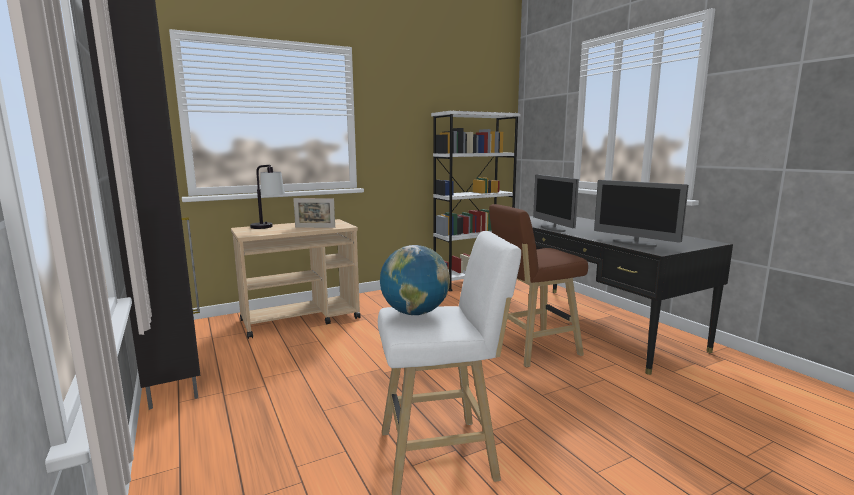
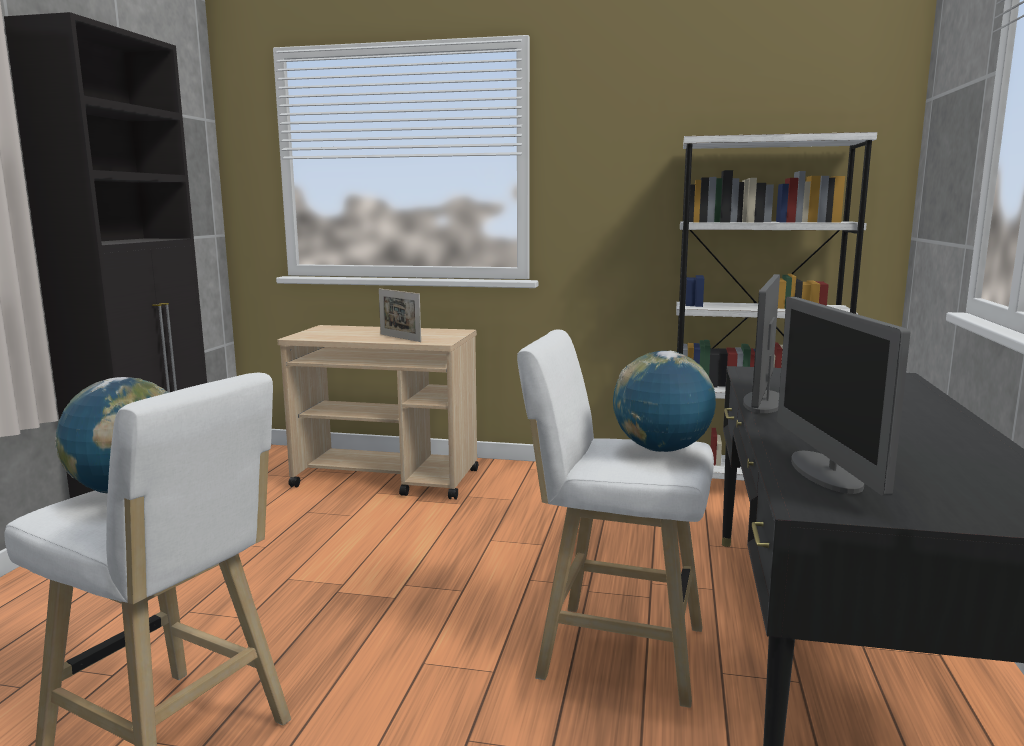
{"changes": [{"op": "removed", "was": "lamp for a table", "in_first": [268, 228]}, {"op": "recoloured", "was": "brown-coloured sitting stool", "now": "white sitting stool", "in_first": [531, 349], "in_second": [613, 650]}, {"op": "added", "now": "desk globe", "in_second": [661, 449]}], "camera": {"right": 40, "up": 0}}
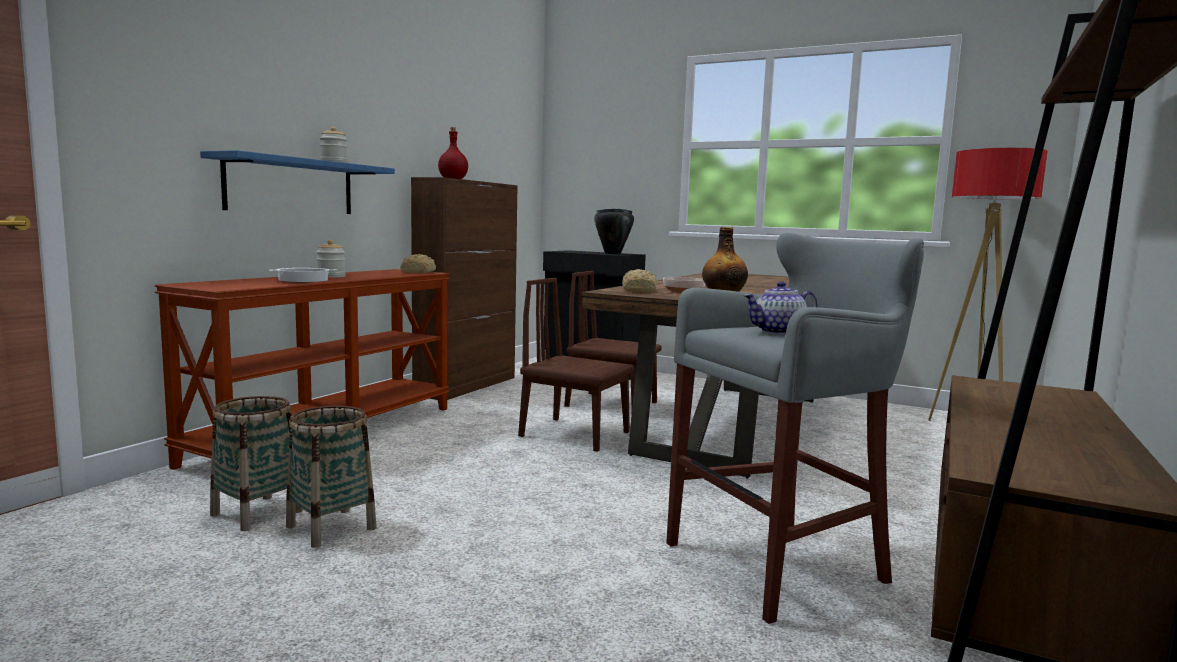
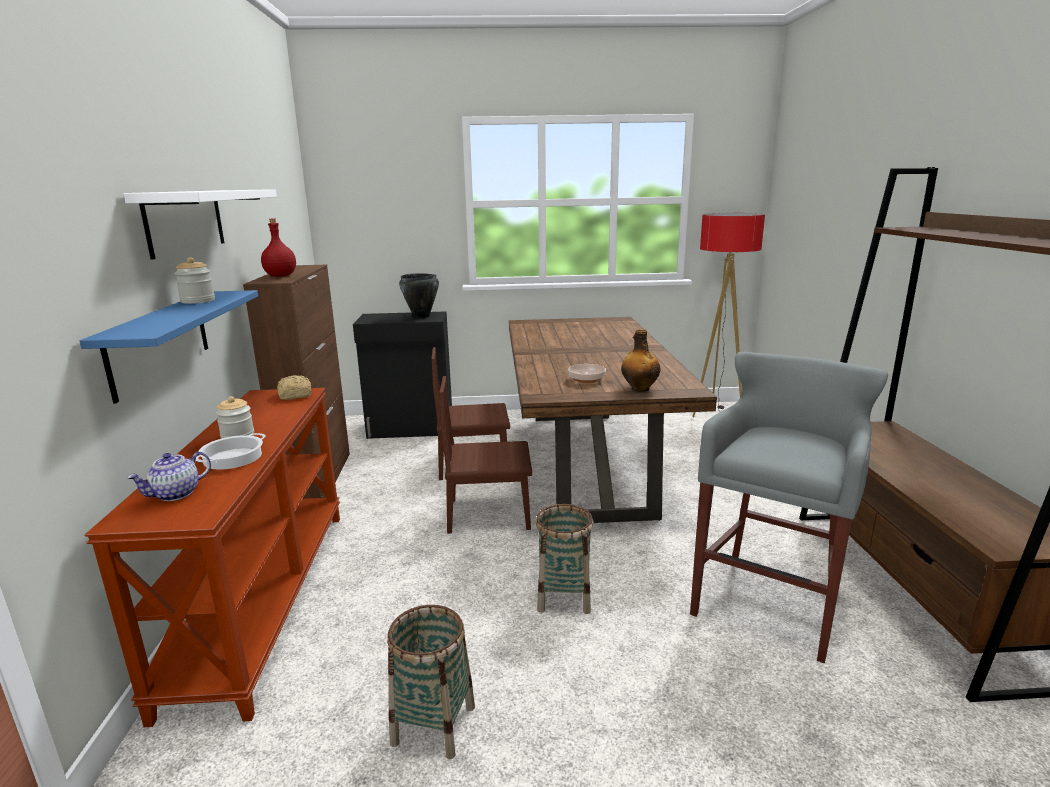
{"changes": [{"op": "moved", "was": "storage basket", "in_first": [257, 513], "in_second": [564, 596]}, {"op": "removed", "was": "bread", "in_first": [639, 290]}, {"op": "moved", "was": "pot for tea", "in_first": [778, 331], "in_second": [175, 494]}, {"op": "added", "now": "white shelf", "in_second": [185, 221]}], "camera": {"right": -30, "up": 10}}
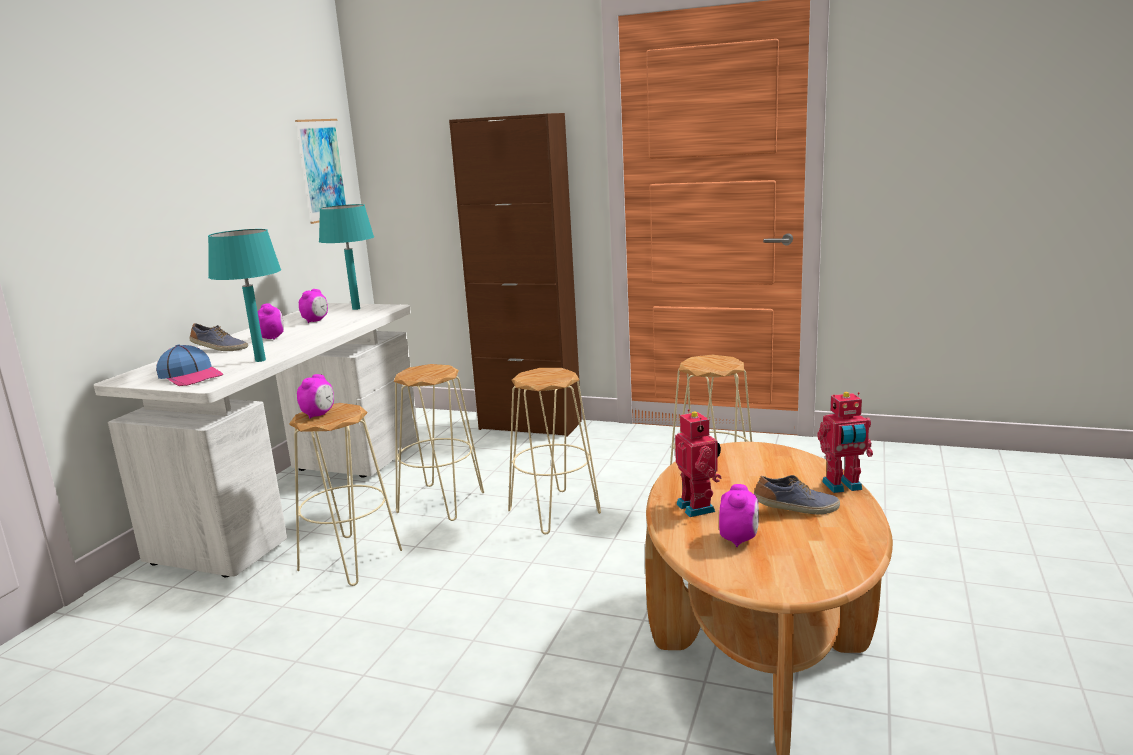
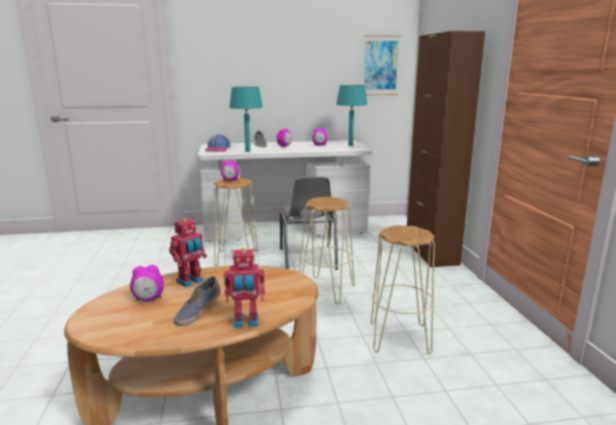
{"changes": [{"op": "replaced", "was": "beige sitting stool", "now": "greyish upright chair", "in_first": [440, 503], "in_second": [308, 259]}, {"op": "turned", "was": "shoe", "in_first": [796, 510], "in_second": [197, 311], "clockwise": 60}, {"op": "turned", "was": "toy robot", "in_first": [843, 487], "in_second": [246, 322], "clockwise": -60}], "camera": {"right": 60, "up": 0}}
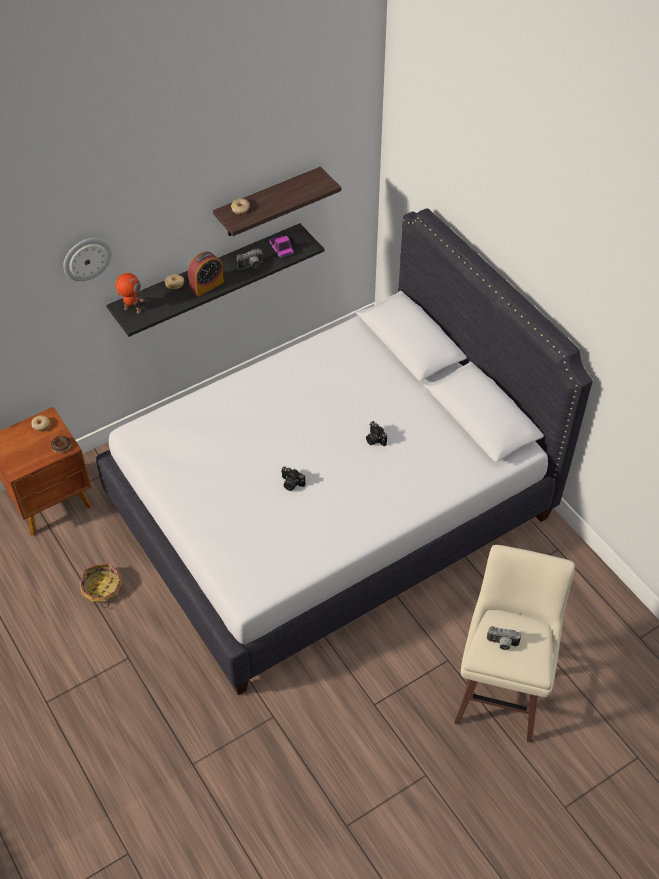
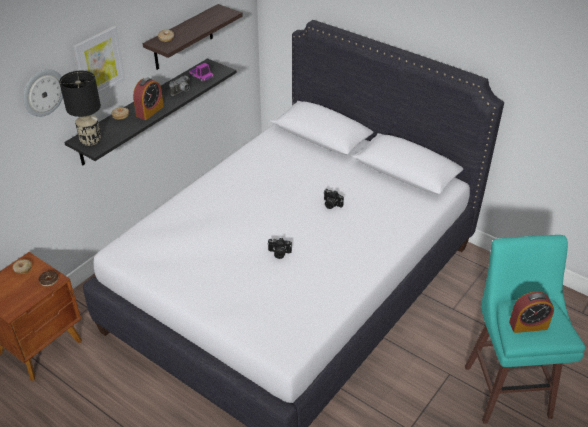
{"changes": [{"op": "removed", "was": "storage basket", "in_first": [102, 588]}, {"op": "replaced", "was": "toy robot", "now": "black-coloured lamp for a table", "in_first": [132, 310], "in_second": [90, 141]}, {"op": "recoloured", "was": "beige sitting stool", "now": "turquoise-coloured sitting stool", "in_first": [500, 695], "in_second": [507, 389]}, {"op": "replaced", "was": "photo camera", "now": "bedside clock", "in_first": [502, 644], "in_second": [528, 325]}, {"op": "added", "now": "wall picture", "in_second": [98, 62]}], "camera": {"right": -20, "up": -10}}
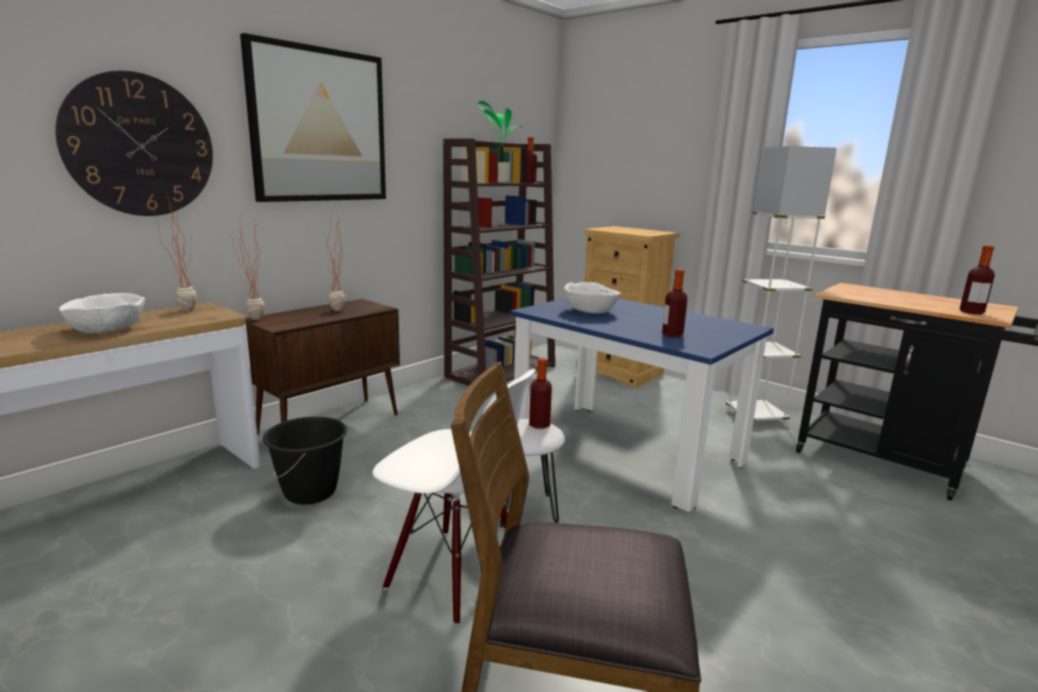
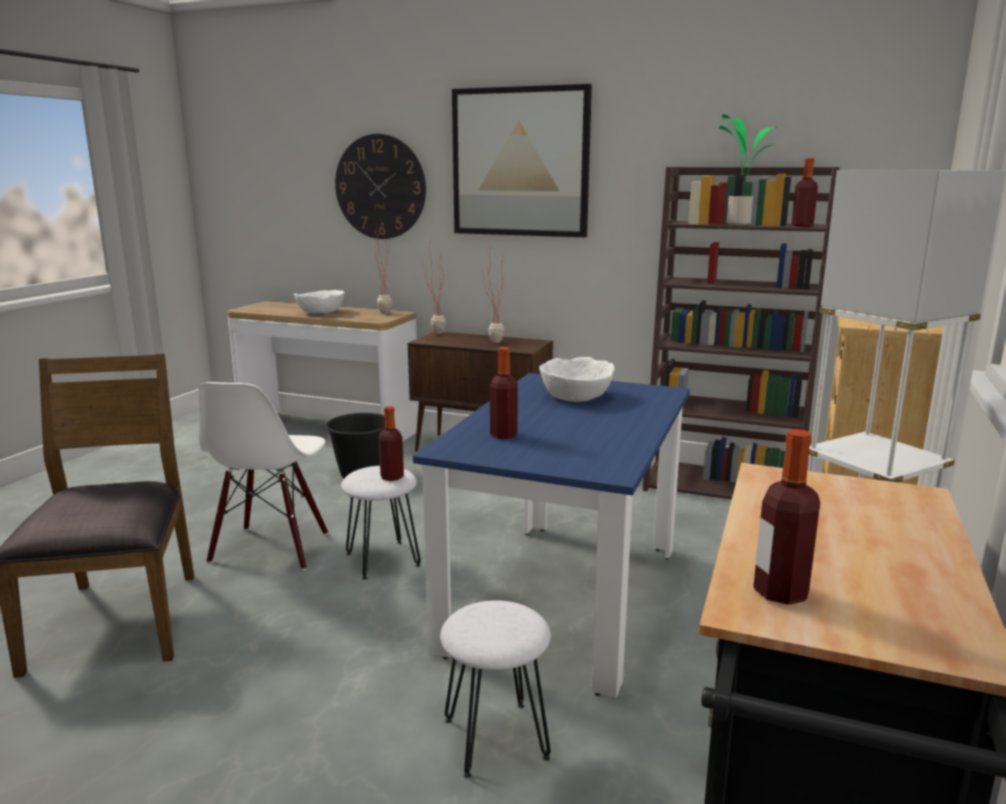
{"changes": [{"op": "added", "now": "white sitting stool", "in_second": [494, 738]}], "camera": {"right": 70, "up": 0}}
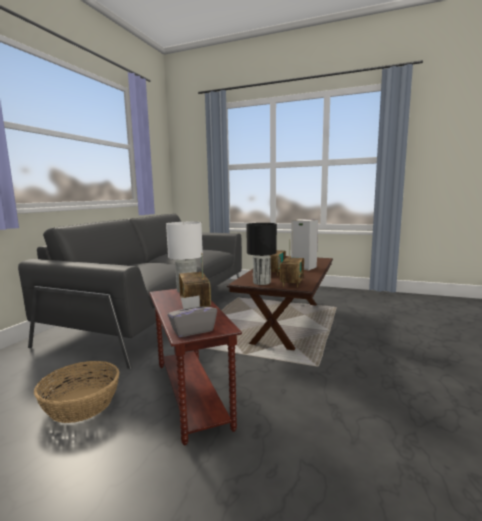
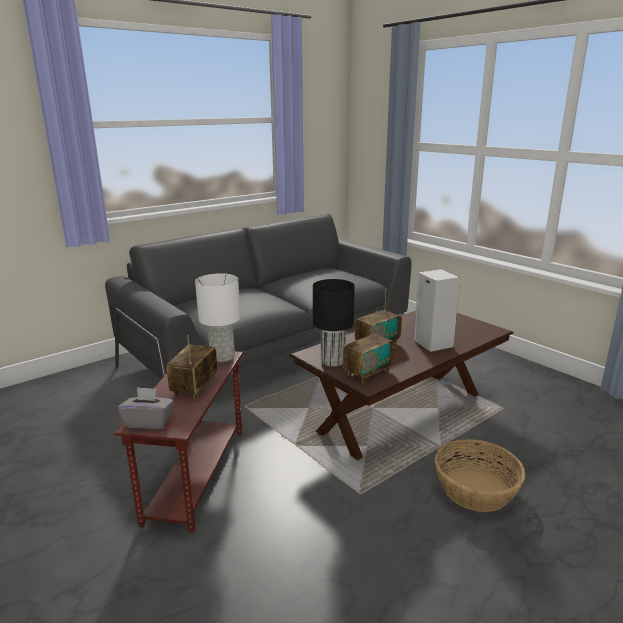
{"changes": [{"op": "moved", "was": "storage basket", "in_first": [82, 404], "in_second": [476, 490]}], "camera": {"right": 30, "up": 10}}
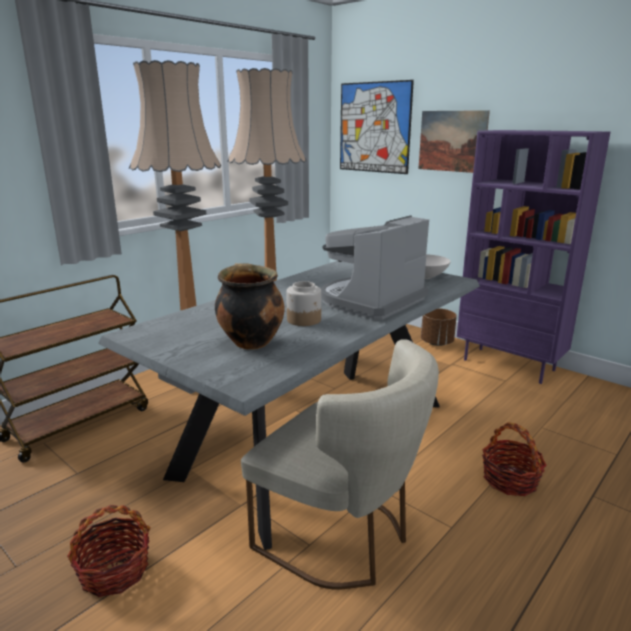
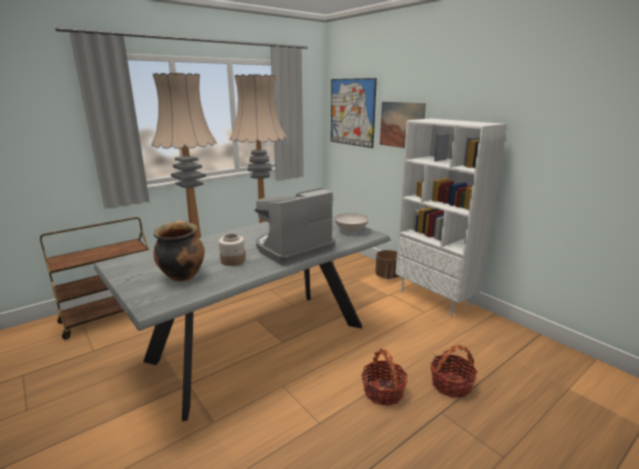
{"changes": [{"op": "moved", "was": "storage basket", "in_first": [114, 571], "in_second": [451, 384]}, {"op": "removed", "was": "beige upright chair", "in_first": [342, 538]}, {"op": "recoloured", "was": "purple-coloured bookcase", "now": "white bookcase", "in_first": [509, 365], "in_second": [434, 299]}], "camera": {"right": 10, "up": 0}}
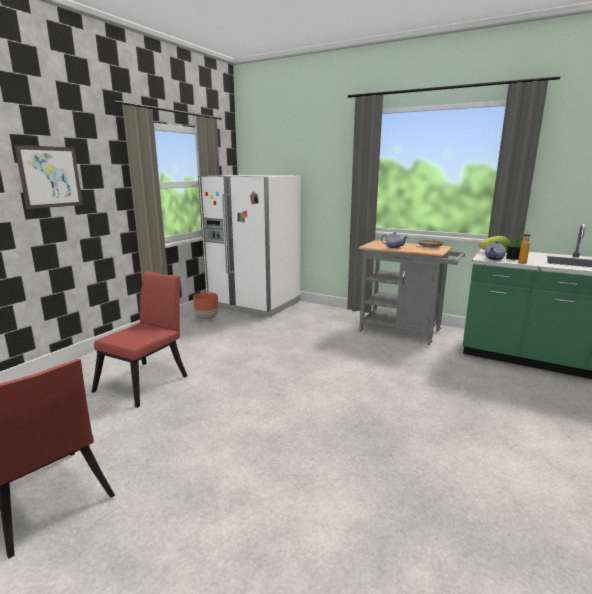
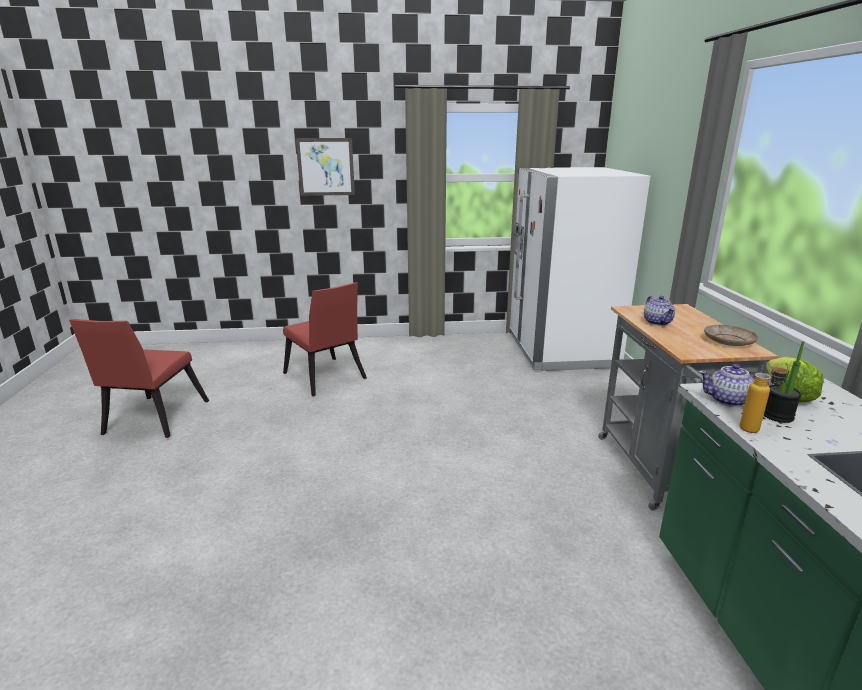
{"changes": [{"op": "turned", "was": "reddish upright chair", "in_first": [147, 381], "in_second": [326, 378], "clockwise": 60}, {"op": "removed", "was": "brown-coloured flower pot", "in_first": [206, 318]}], "camera": {"right": 55, "up": 5}}
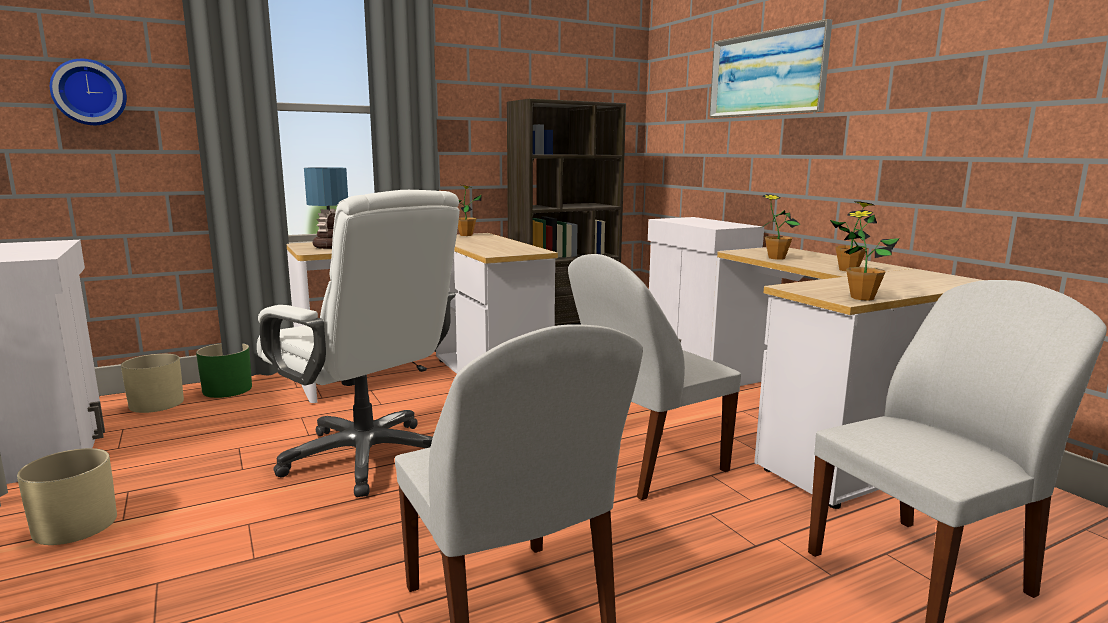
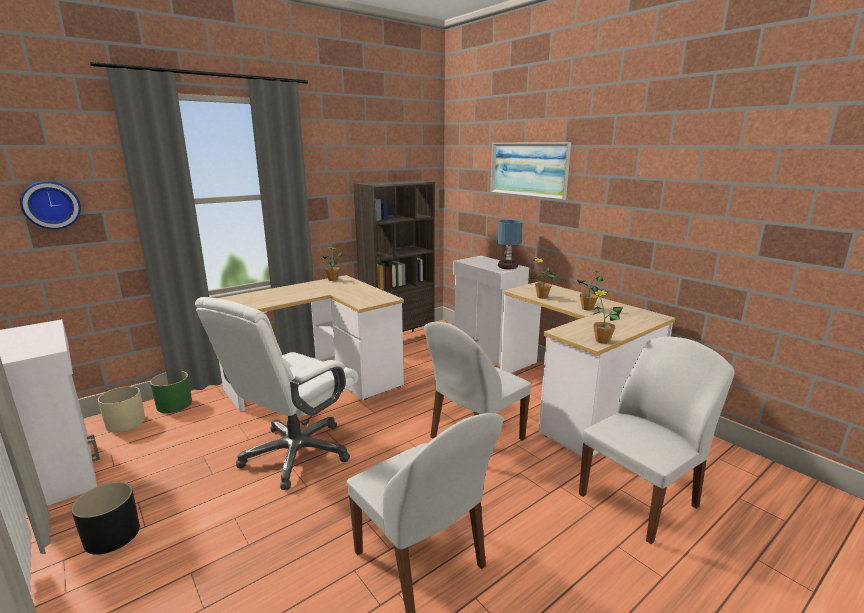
{"changes": [{"op": "recoloured", "was": "beige flower pot", "now": "black-coloured flower pot", "in_first": [75, 526], "in_second": [112, 536]}, {"op": "turned", "was": "white desk chair", "in_first": [367, 457], "in_second": [295, 454], "clockwise": 90}, {"op": "moved", "was": "lamp for a table", "in_first": [331, 247], "in_second": [508, 267]}], "camera": {"right": -10, "up": 5}}
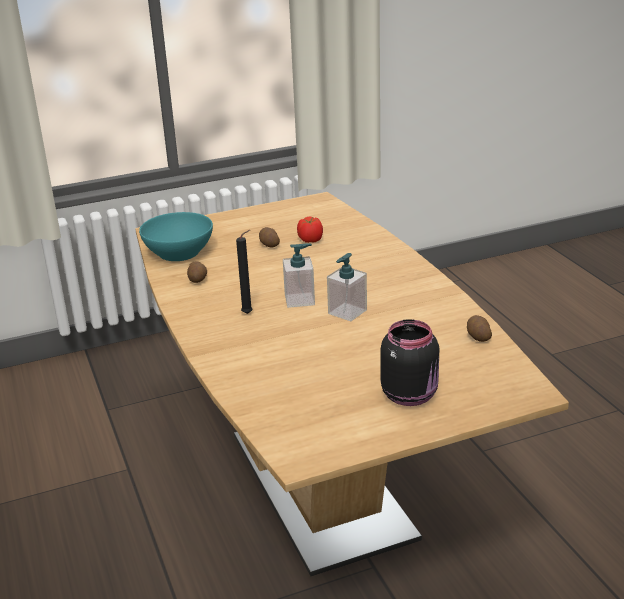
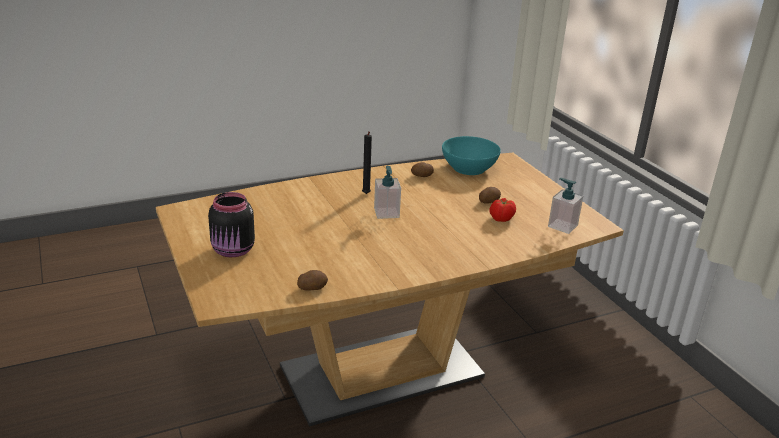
{"changes": [{"op": "moved", "was": "soap dispenser", "in_first": [347, 312], "in_second": [562, 226]}], "camera": {"right": 85, "up": 0}}
